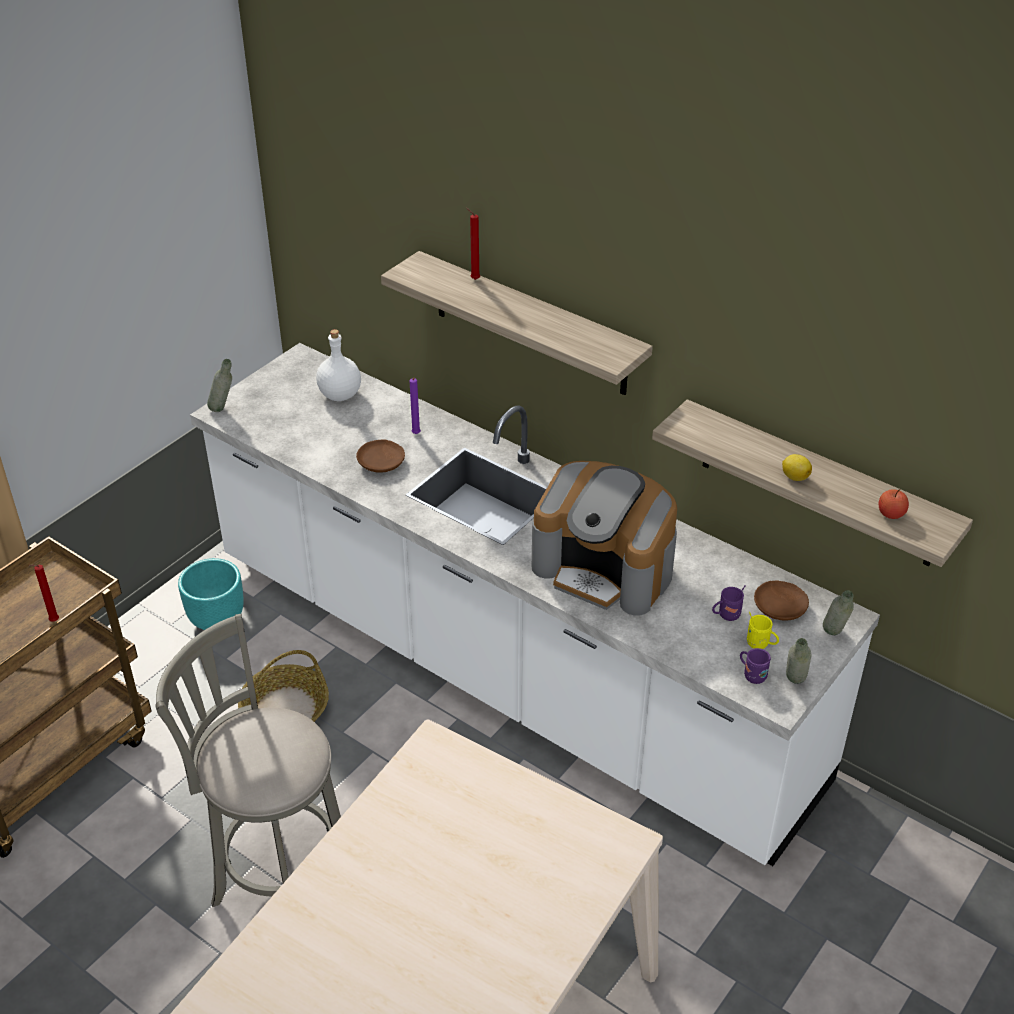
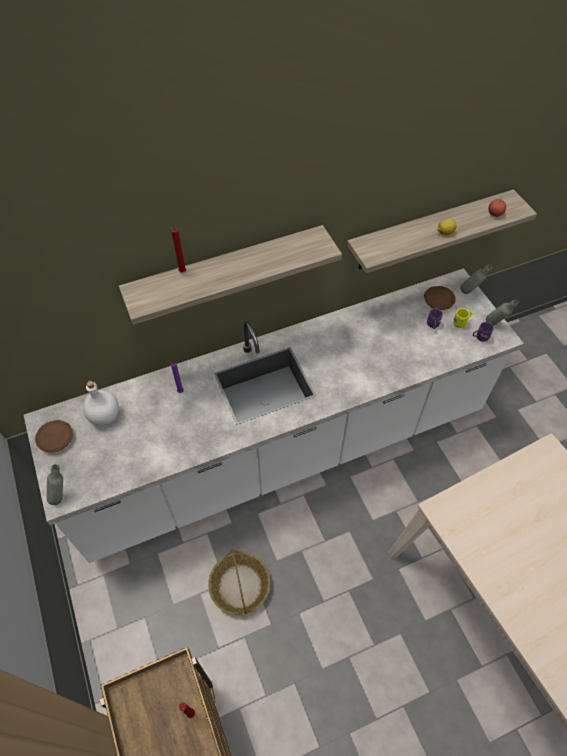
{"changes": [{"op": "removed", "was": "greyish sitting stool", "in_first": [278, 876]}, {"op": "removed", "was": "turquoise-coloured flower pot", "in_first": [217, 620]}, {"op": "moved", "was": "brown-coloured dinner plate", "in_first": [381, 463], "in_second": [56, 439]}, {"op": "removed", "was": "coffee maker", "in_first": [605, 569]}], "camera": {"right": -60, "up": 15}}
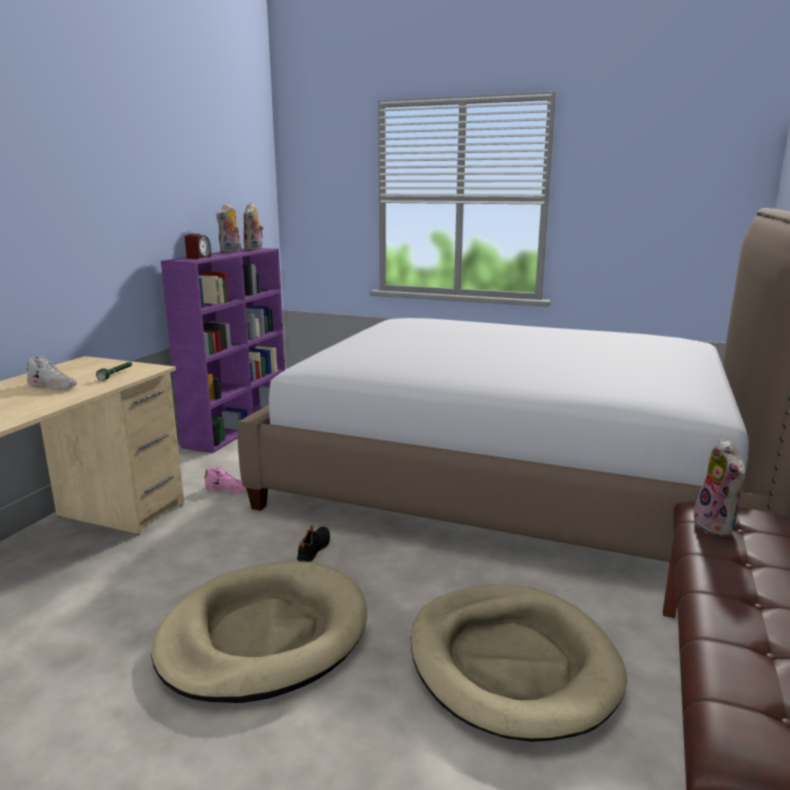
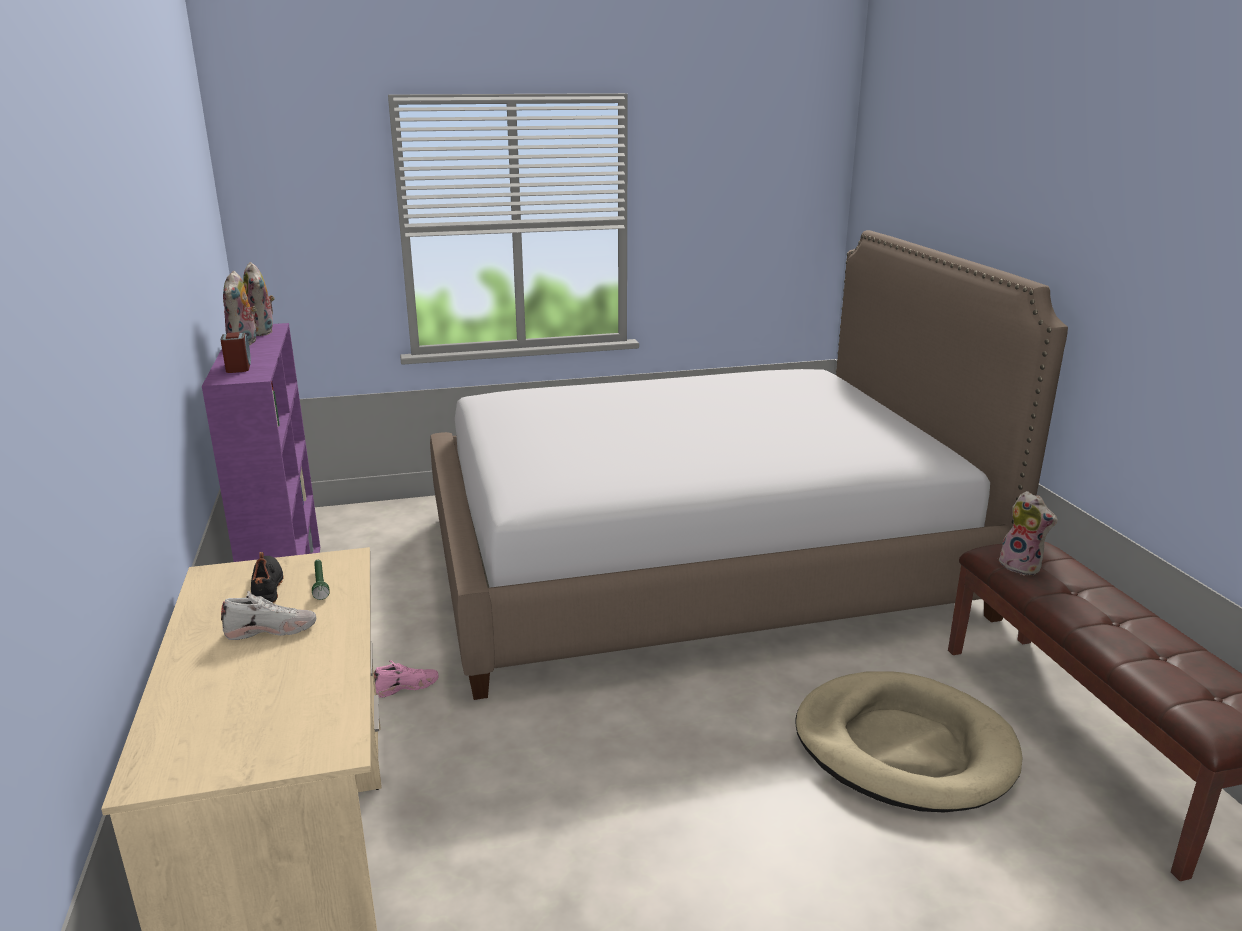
{"changes": [{"op": "removed", "was": "beige pet bed", "in_first": [264, 635]}, {"op": "moved", "was": "black-coloured shoe", "in_first": [315, 549], "in_second": [268, 587]}], "camera": {"right": -35, "up": 5}}
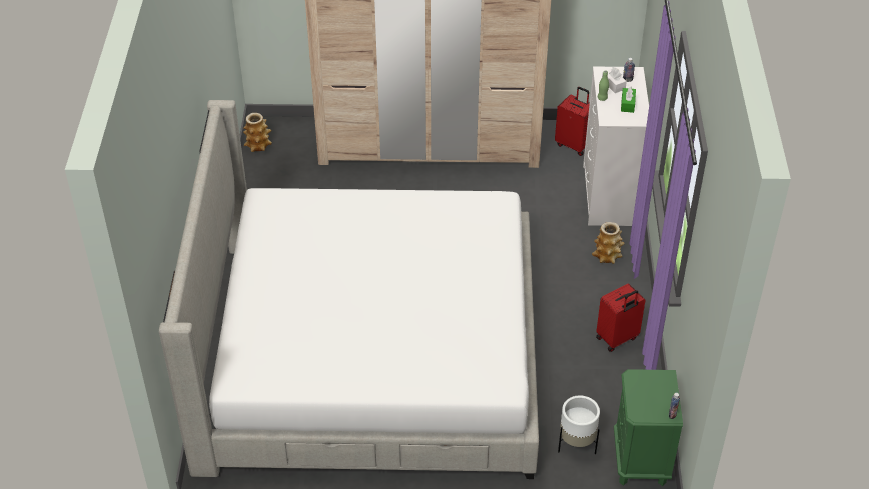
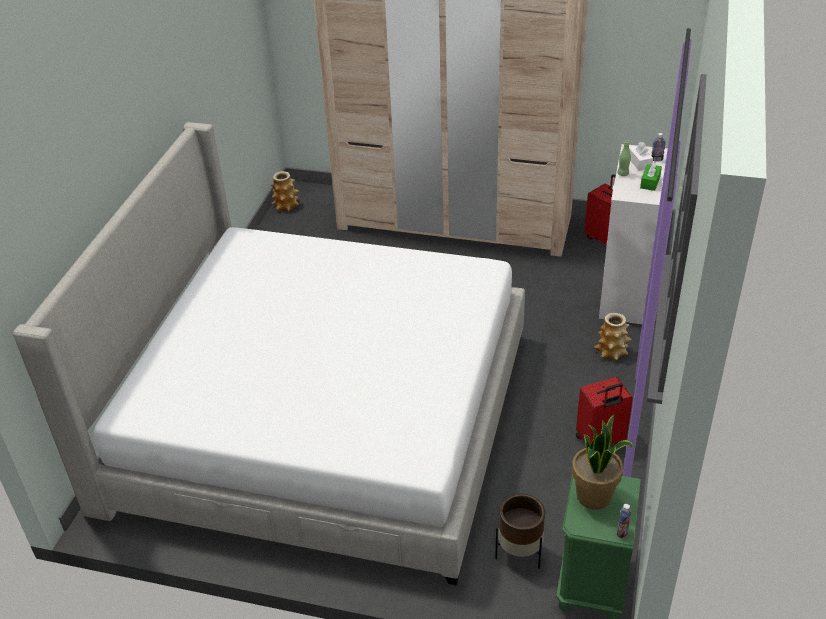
{"changes": [{"op": "recoloured", "was": "white flower pot", "now": "brown-coloured flower pot", "in_first": [577, 444], "in_second": [520, 553]}, {"op": "added", "now": "plant in a pot", "in_second": [594, 496]}], "camera": {"right": 15, "up": -5}}
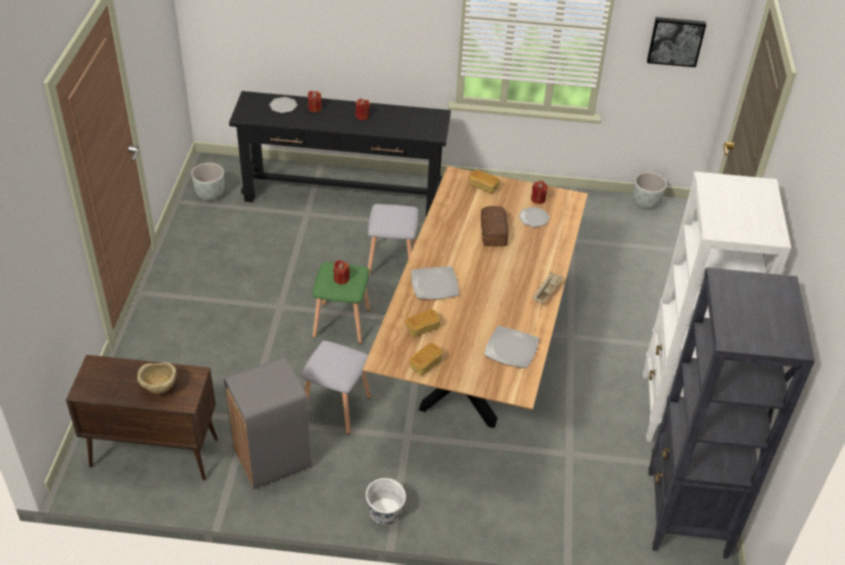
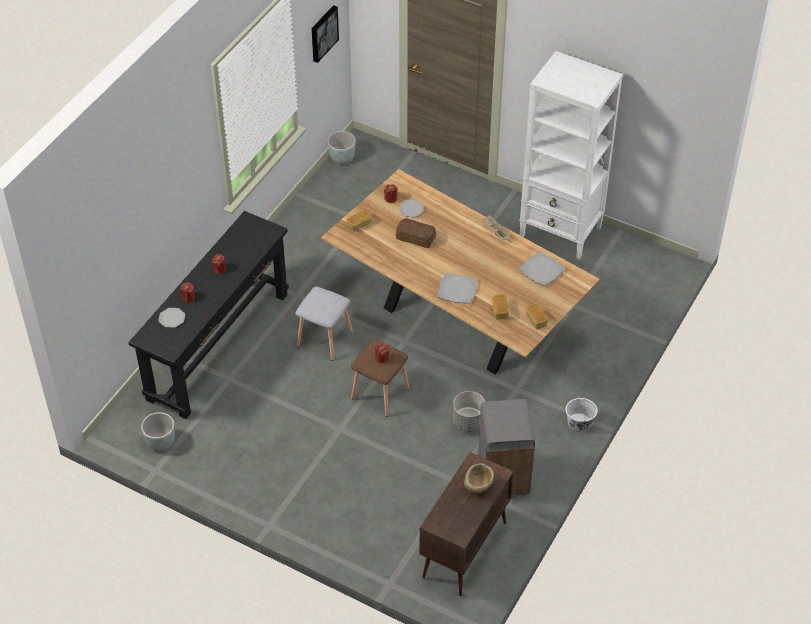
{"changes": [{"op": "replaced", "was": "greyish sitting stool", "now": "greyish flower pot", "in_first": [336, 406], "in_second": [468, 422]}, {"op": "recoloured", "was": "green-coloured sitting stool", "now": "brown-coloured sitting stool", "in_first": [341, 322], "in_second": [379, 393]}, {"op": "removed", "was": "black-coloured bookcase", "in_first": [686, 515]}], "camera": {"right": -65, "up": 5}}
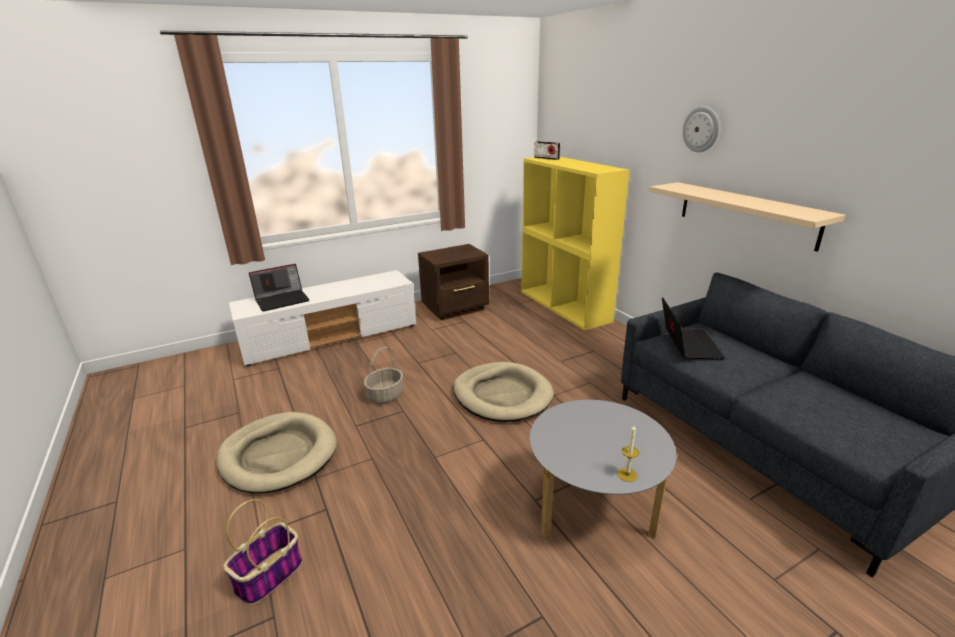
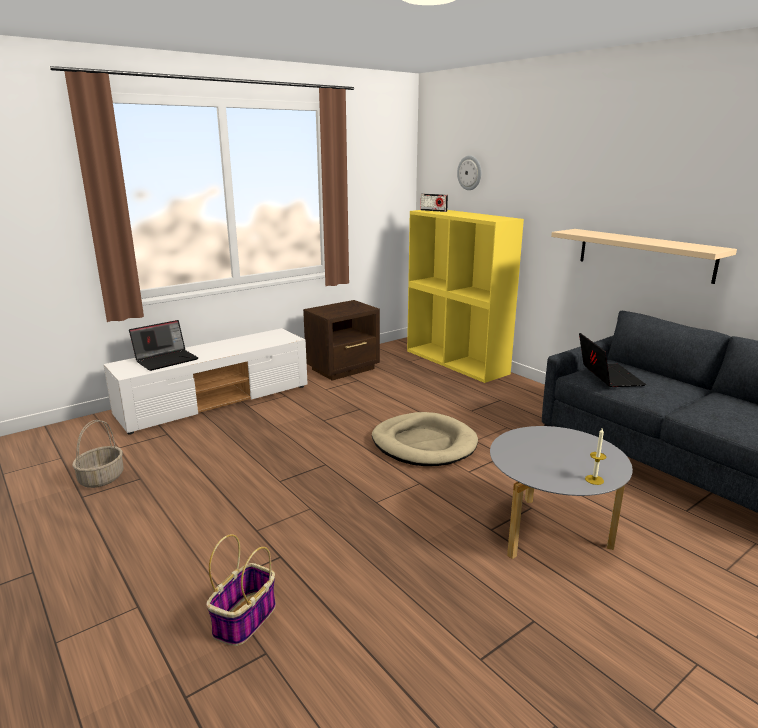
{"changes": [{"op": "removed", "was": "beige pet bed", "in_first": [278, 455]}, {"op": "moved", "was": "storage basket", "in_first": [385, 395], "in_second": [101, 478]}, {"op": "moved", "was": "wall clock", "in_first": [701, 129], "in_second": [470, 173]}], "camera": {"right": -10, "up": -5}}
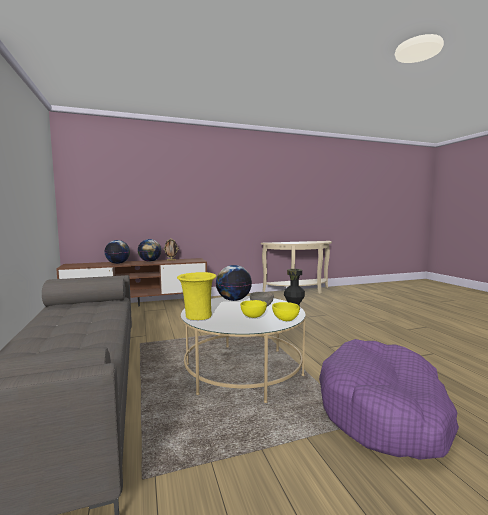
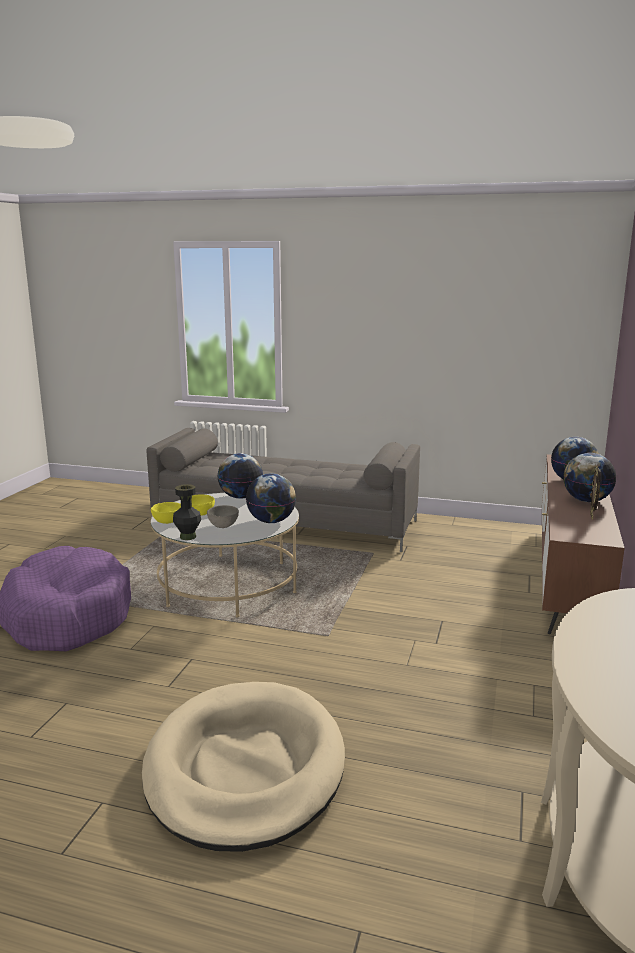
{"changes": [{"op": "replaced", "was": "yellow-coloured flower vase", "now": "desk globe", "in_first": [197, 317], "in_second": [241, 497]}, {"op": "added", "now": "beige pet bed", "in_second": [245, 768]}], "camera": {"right": 125, "up": 10}}
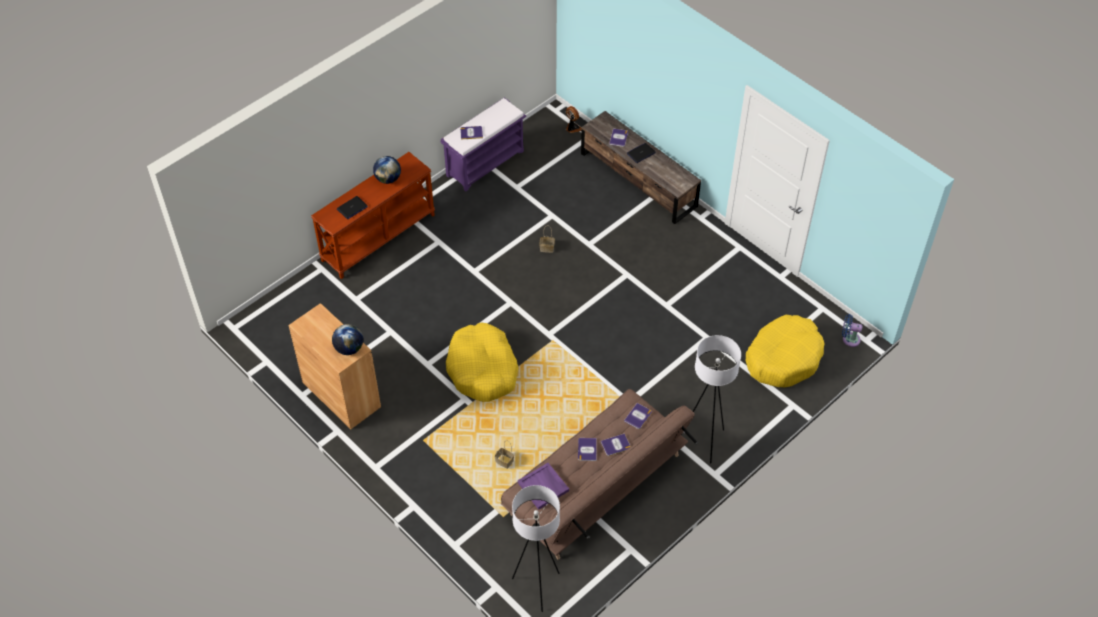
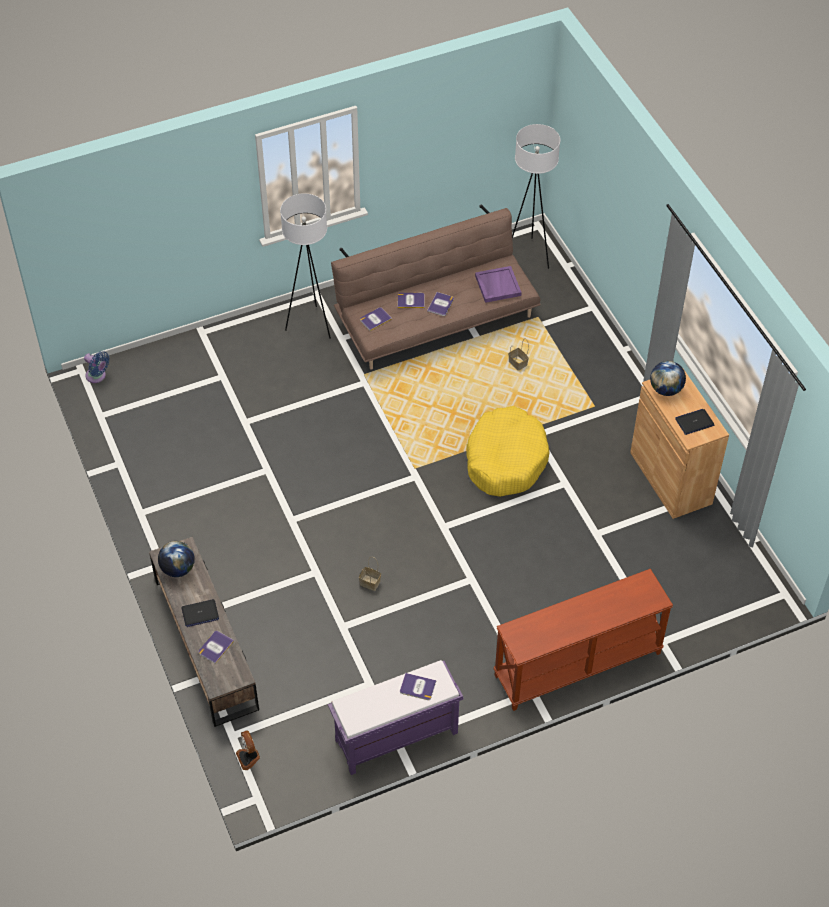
{"changes": [{"op": "moved", "was": "laptop", "in_first": [352, 208], "in_second": [694, 422]}, {"op": "moved", "was": "desk globe", "in_first": [388, 179], "in_second": [178, 569]}, {"op": "removed", "was": "yellow-coloured pet bed", "in_first": [783, 358]}], "camera": {"right": -160, "up": 0}}
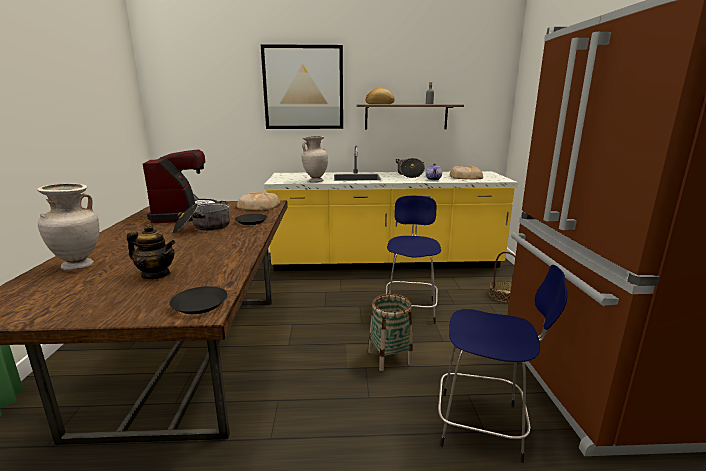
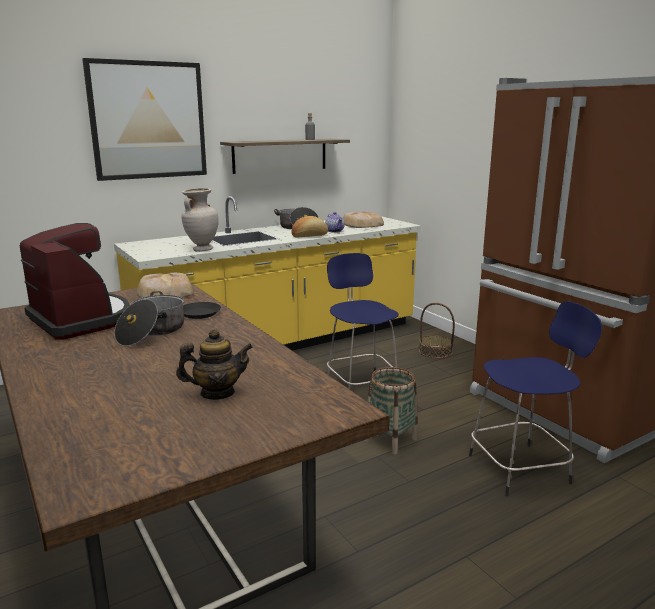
{"changes": [{"op": "removed", "was": "beige flower vase", "in_first": [79, 266]}, {"op": "removed", "was": "black-coloured dinner plate", "in_first": [200, 304]}, {"op": "moved", "was": "bread", "in_first": [379, 104], "in_second": [309, 236]}], "camera": {"right": -30, "up": 0}}
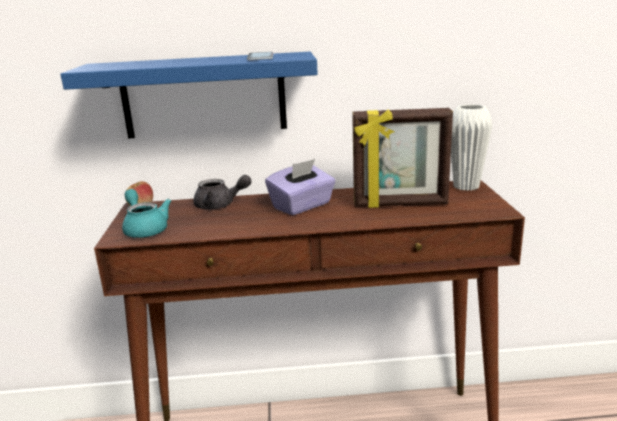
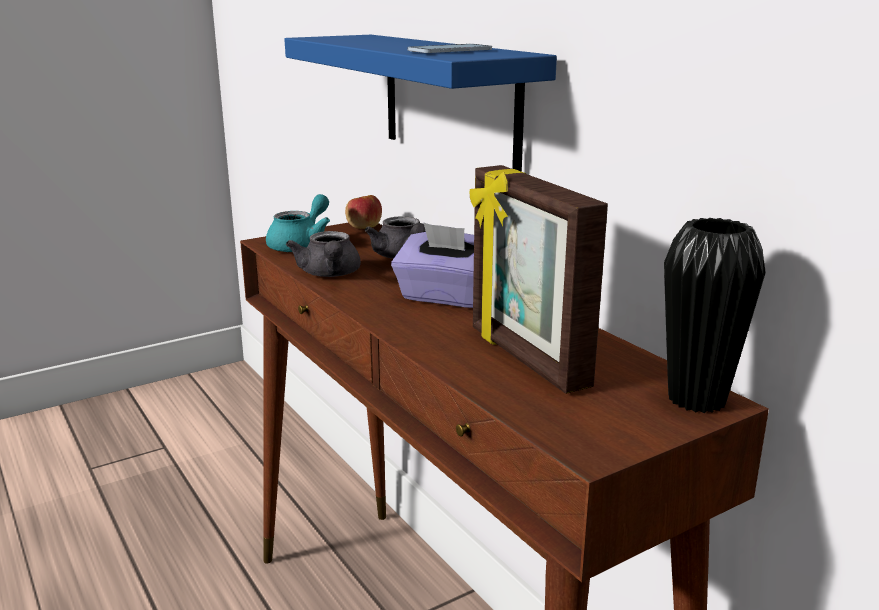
{"changes": [{"op": "recoloured", "was": "white flower vase", "now": "black-coloured flower vase", "in_first": [466, 186], "in_second": [696, 399]}, {"op": "added", "now": "greyish pot for tea", "in_second": [329, 274]}], "camera": {"right": 60, "up": 0}}
